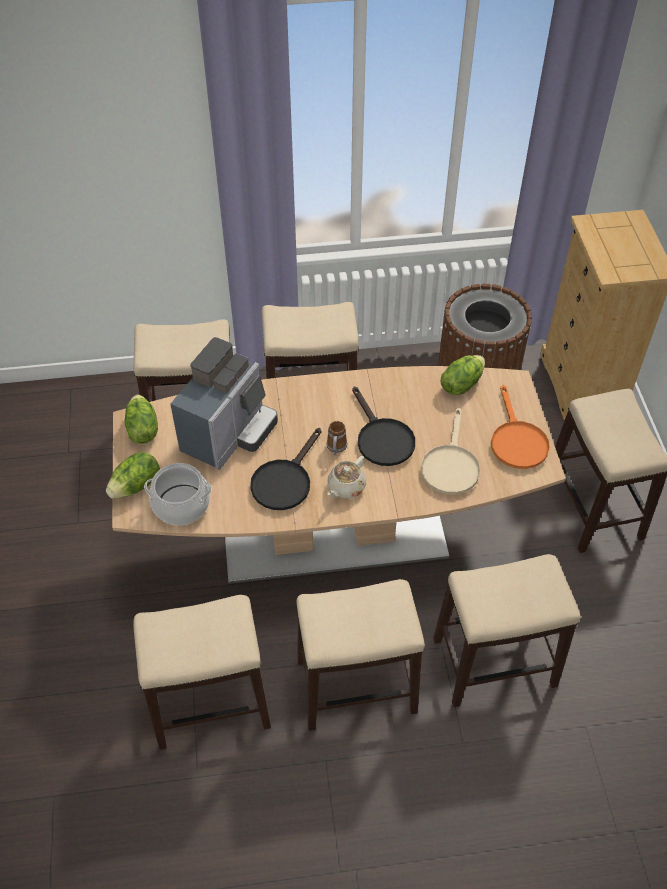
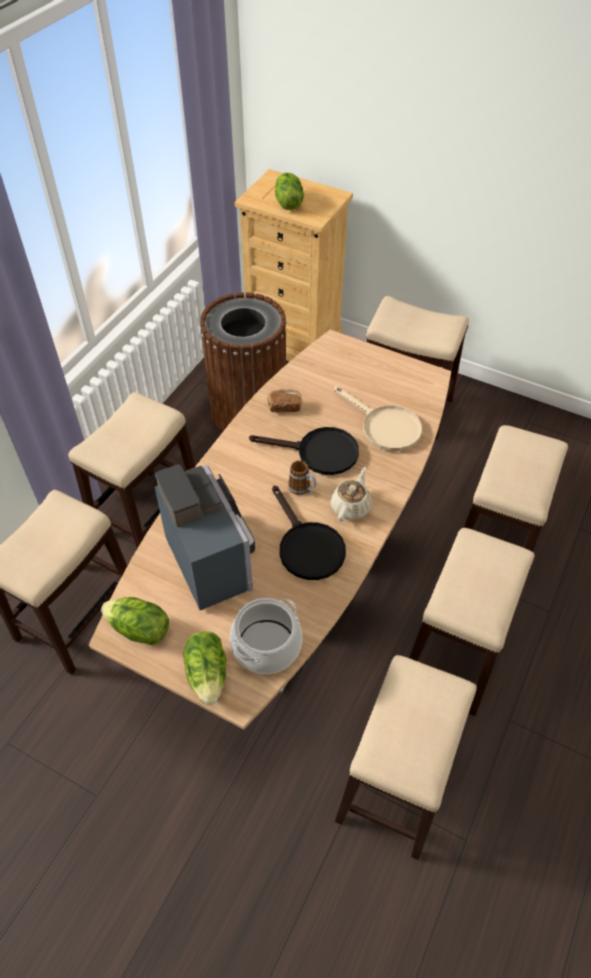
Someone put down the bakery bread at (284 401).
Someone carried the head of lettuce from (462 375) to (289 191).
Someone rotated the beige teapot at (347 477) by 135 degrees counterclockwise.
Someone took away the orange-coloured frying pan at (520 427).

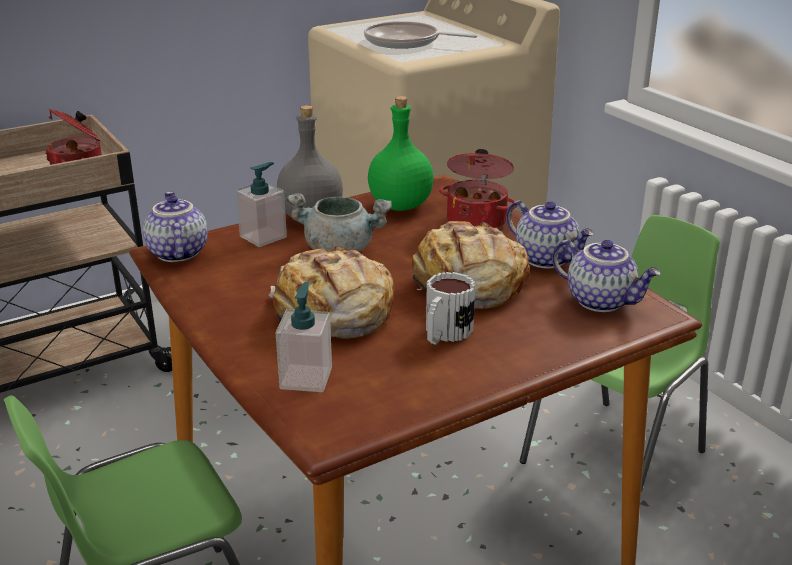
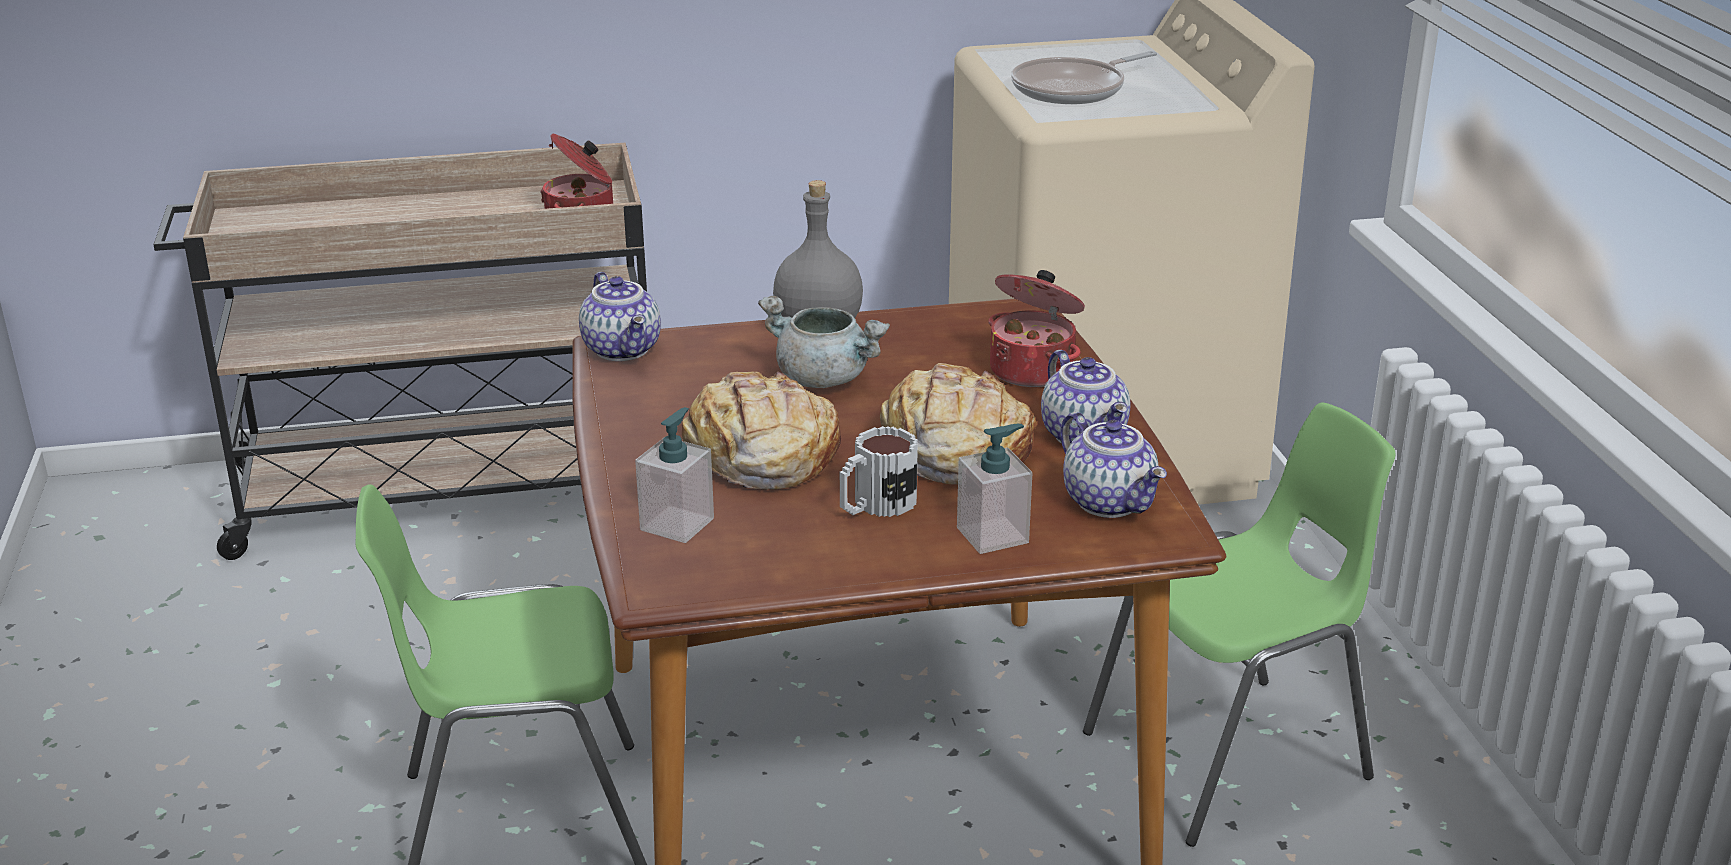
Someone rotated the teapot at (175 227) by 150 degrees clockwise.
Someone carried the liquid soap bottle from (261 204) to (994 489).
Someone rotated the frying pan at (420 35) by 75 degrees counterclockwise.
Someone took away the greenish drink bottle at (401 153).

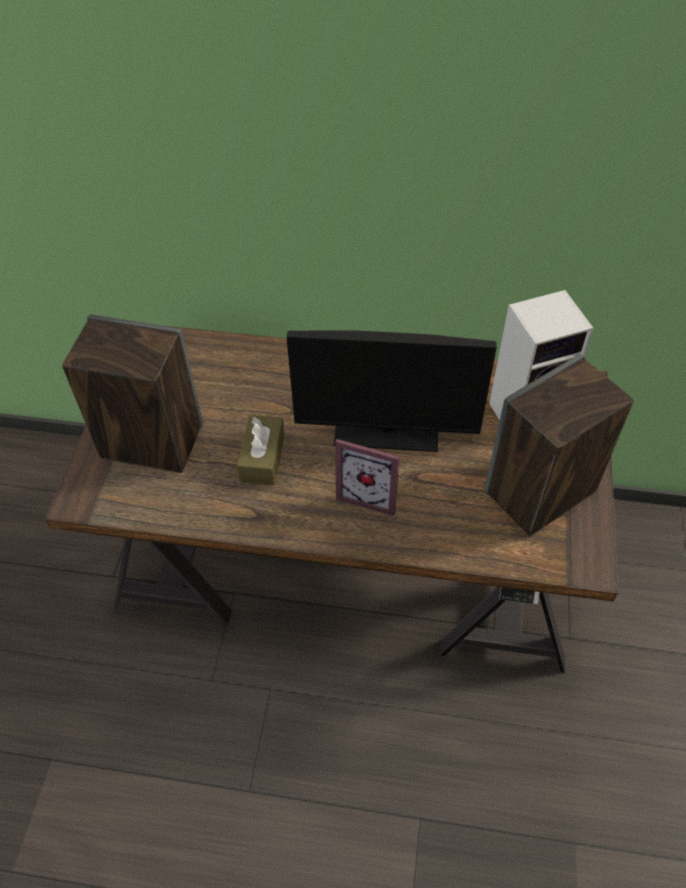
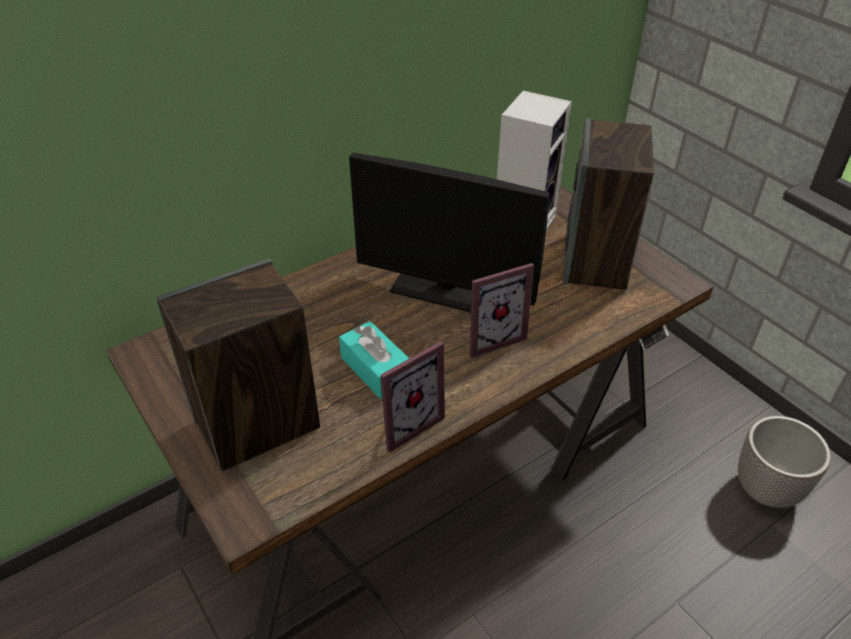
Someone repainted the brown tissue holder at (261 450), which became the turquoise tissue holder at (374 360).
Someone rotated the computer screen at (392 391) by 60 degrees clockwise.
Someone put down the standing frame at (412 397).
Someone put down the planter at (784 462).

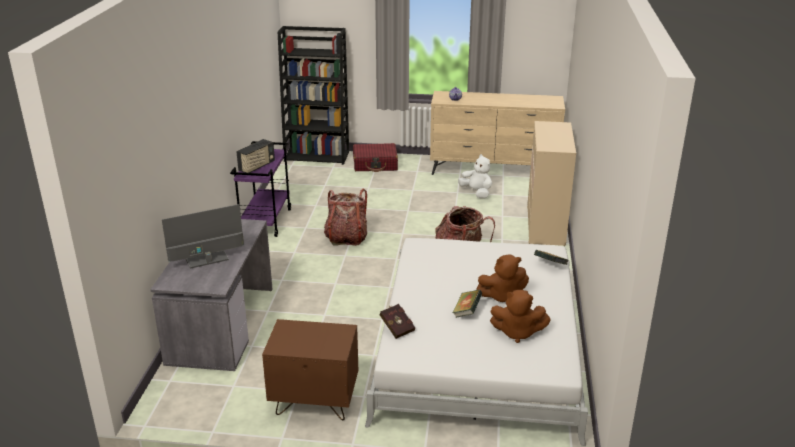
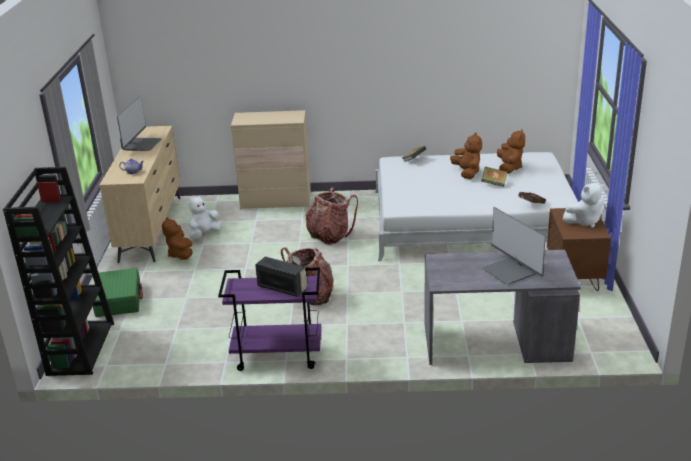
Someone repainted the red piece of luggage at (375 157), which became the greenish piece of luggage at (118 292).
Someone put down the computer screen at (139 123).
Someone put down the brown plush toy at (177 238).
Someone put down the white-coloured plush toy at (584 205).

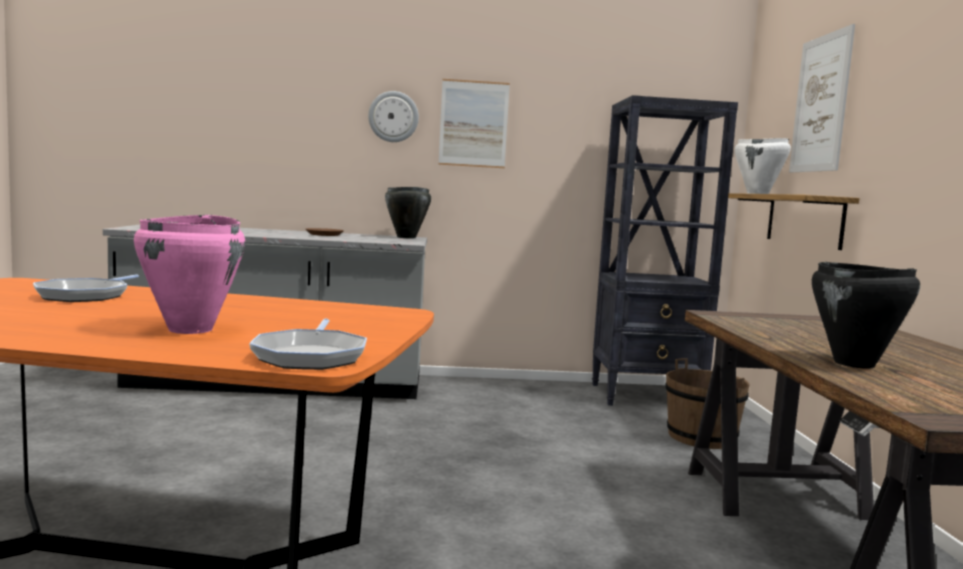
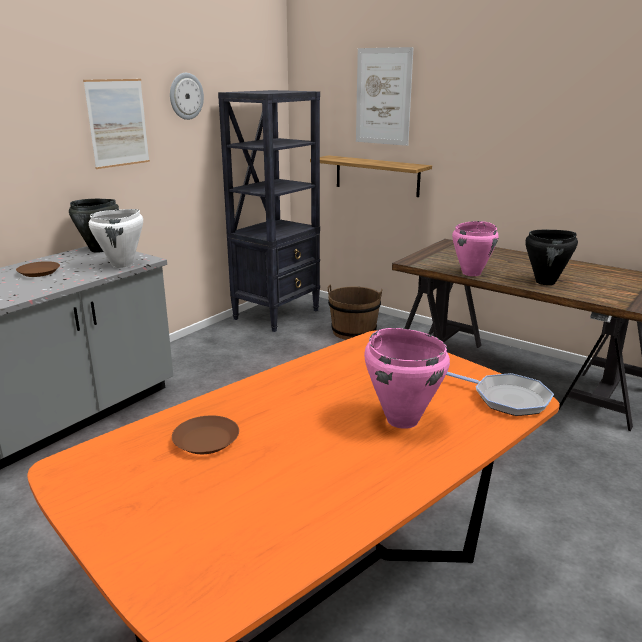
Someone carried the white-coloured cooking pot from (763 166) to (116 238).
Someone carried the wall clock from (393 116) to (187 96).
Someone swapped the frying pan at (86 288) for the brown plate at (205 434).
Someone put down the pink cooking pot at (475 248).

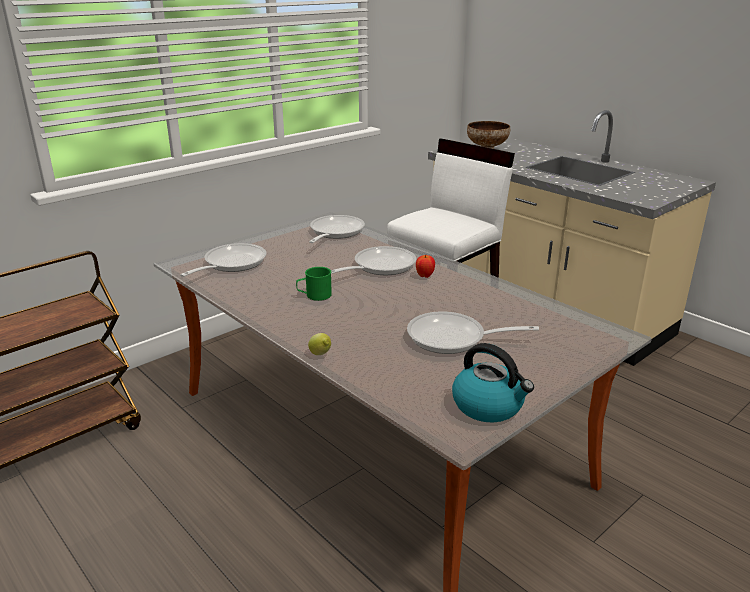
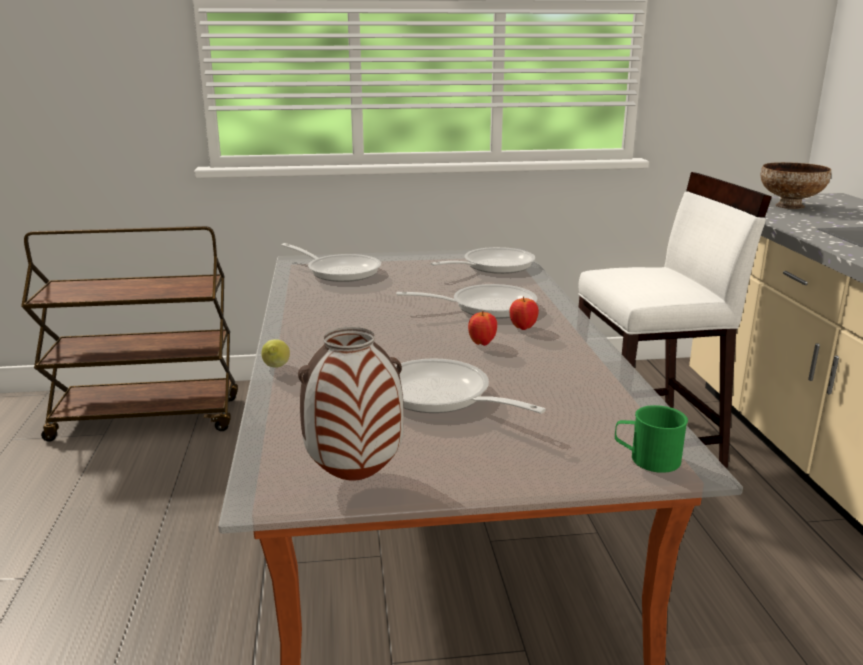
Someone rotated the frying pan at (223 260) by 60 degrees clockwise.
Someone swapped the kettle at (493 382) for the decorative vase at (351 404).
Someone put down the apple at (482 328).
Someone carried the greenish tea mug from (314 284) to (651 439).

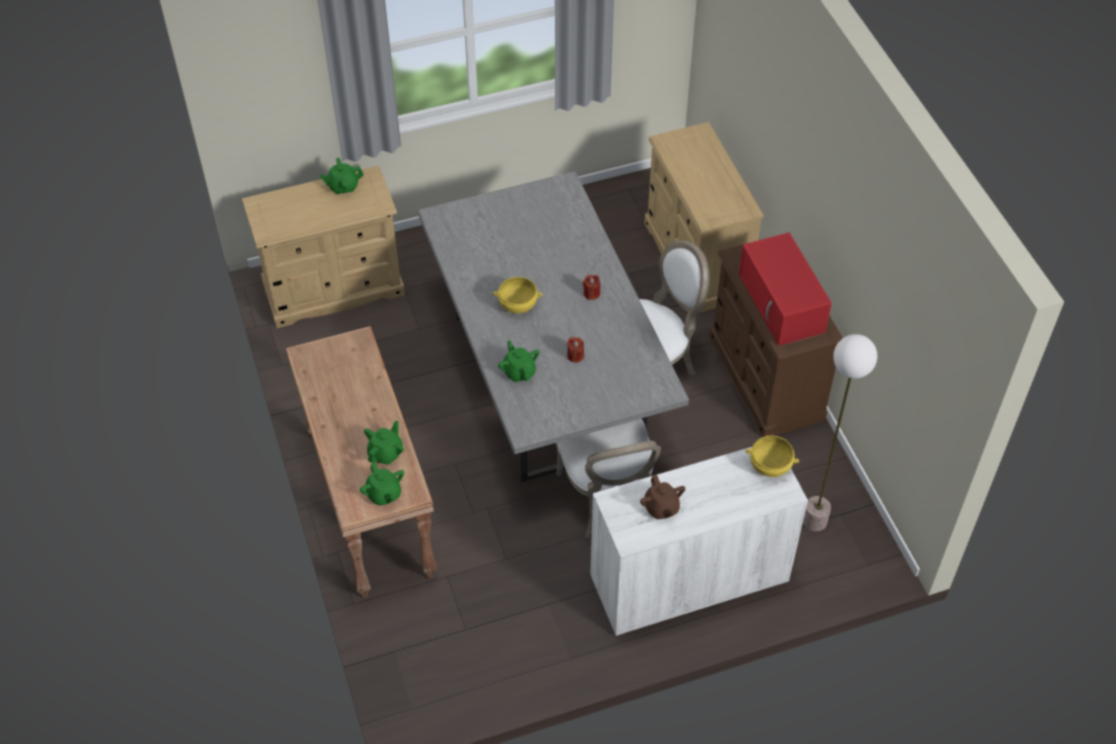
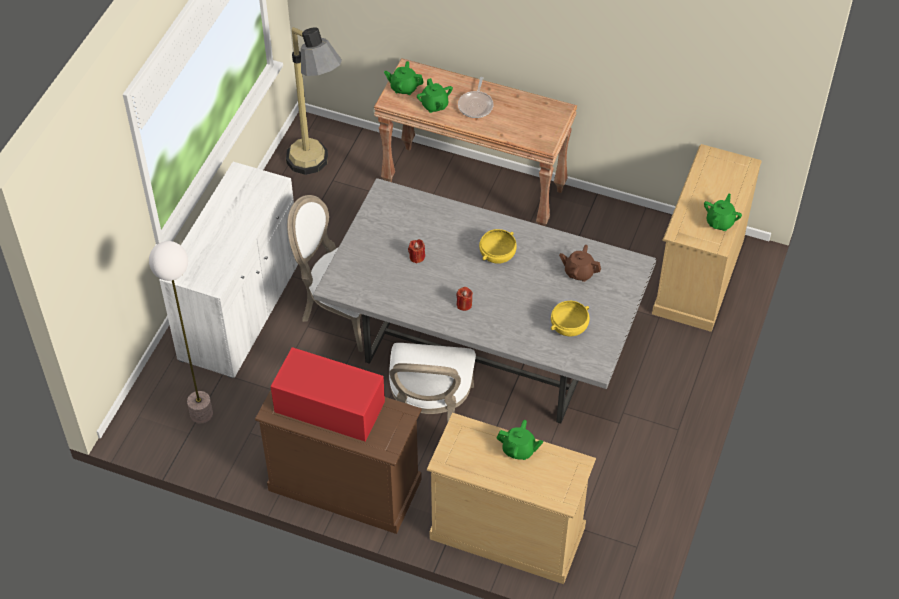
Someone put down the standing lamp at (314 101).
Someone put down the frying pan at (476 97).
Someone carried the greenish teapot from (519 361) to (519 440).
Someone carried the yellow serving bowl from (772 456) to (570 319).
Someone carried the brown teapot from (663 497) to (580 263).

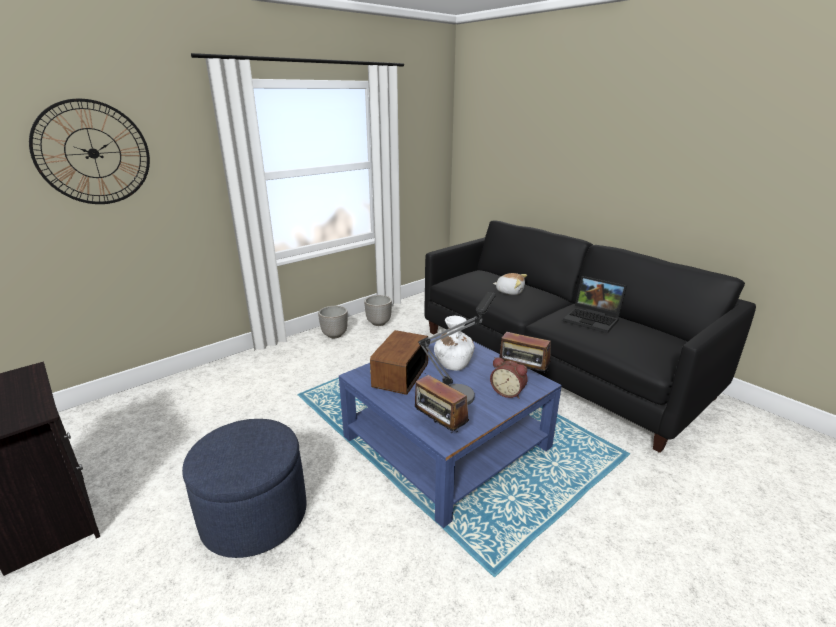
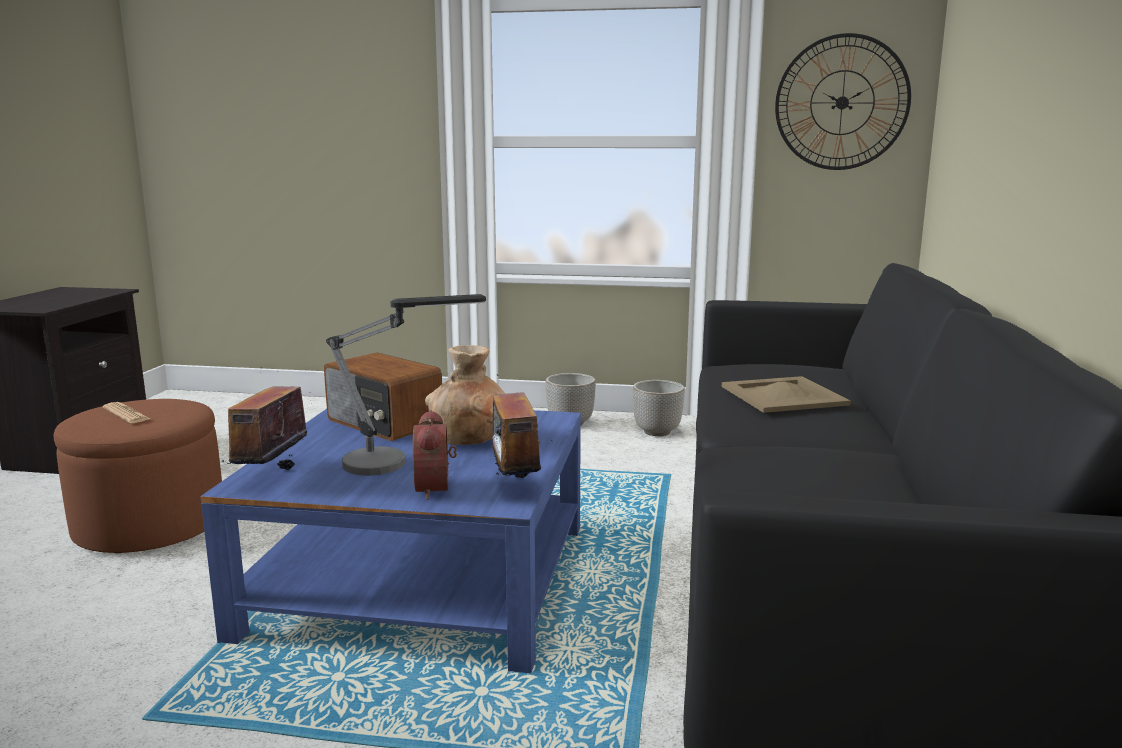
Someone repainted the blue ottoman at (244 488), which became the brown ottoman at (138 476).
Someone put down the printed paper at (126 412).
Someone rotated the radio at (399 362) by 120 degrees counterclockwise.
Someone repainted the white-coloured decorative vase at (454 343), which became the brown decorative vase at (465 395).
Someone swapped the plush toy at (510 284) for the beige carrying tray at (786 394).
Someone carried the wall clock from (89 151) to (843 101).
Someone took away the notebook computer at (595 305).

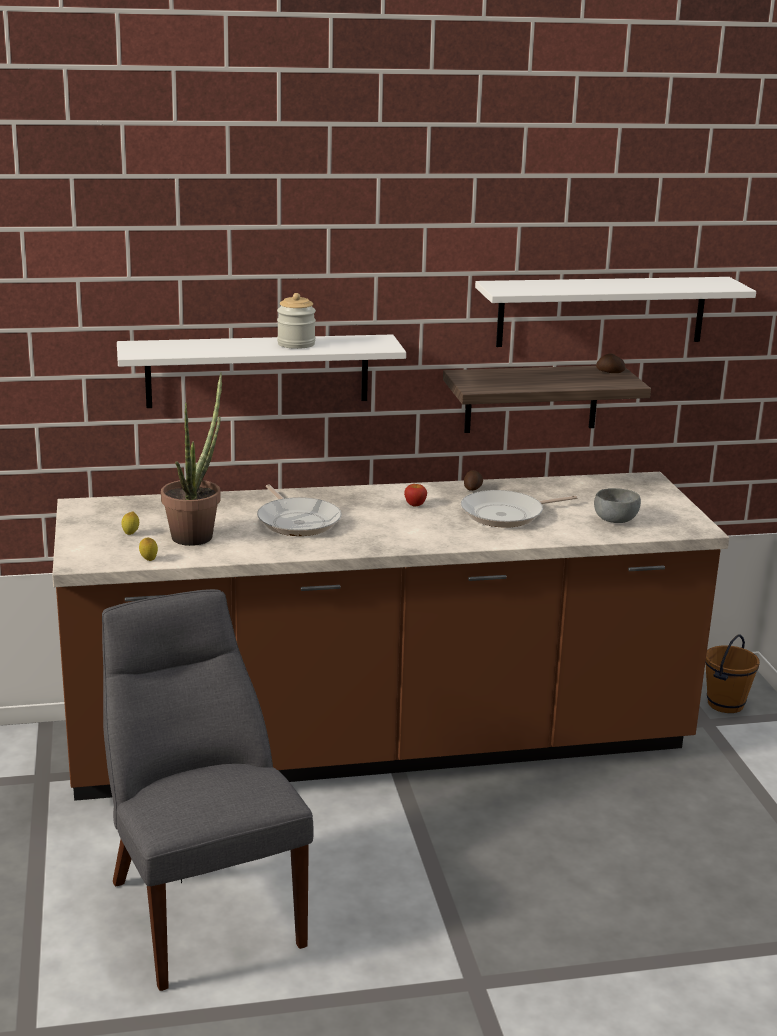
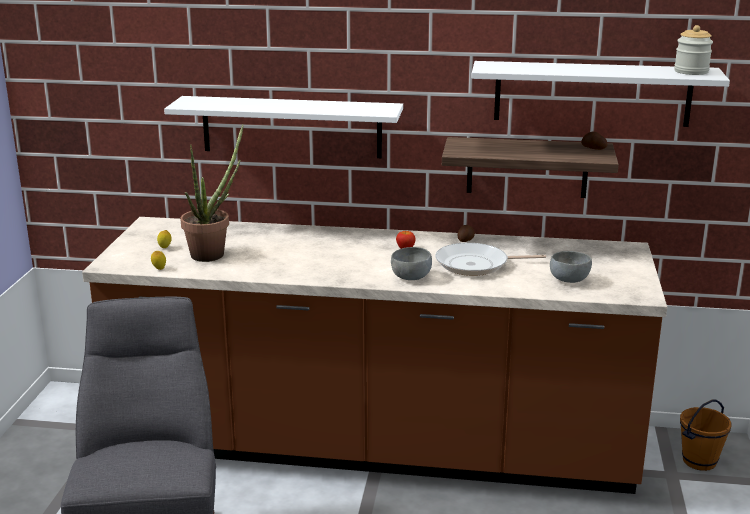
Someone put down the grey serving bowl at (411 263).
Someone carried the jar from (296 321) to (693 50).
Someone took away the frying pan at (299 510).

